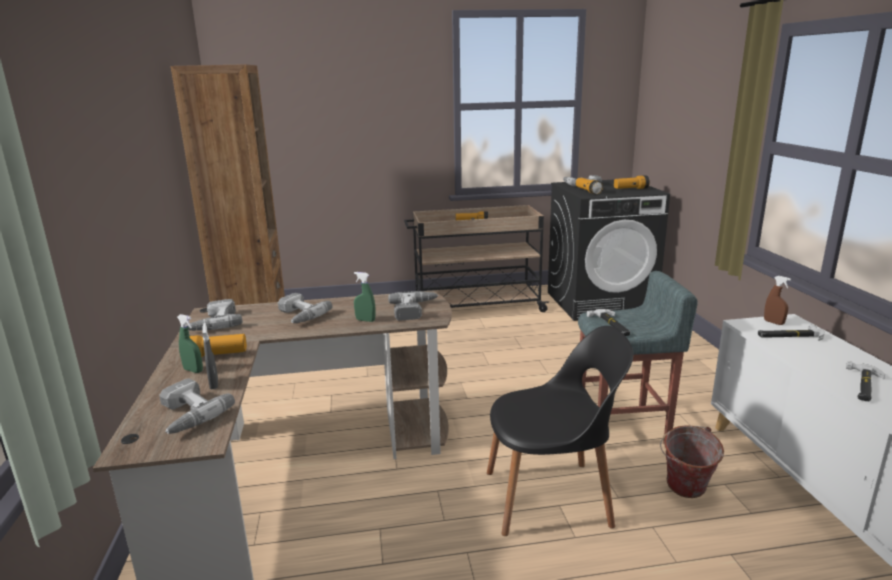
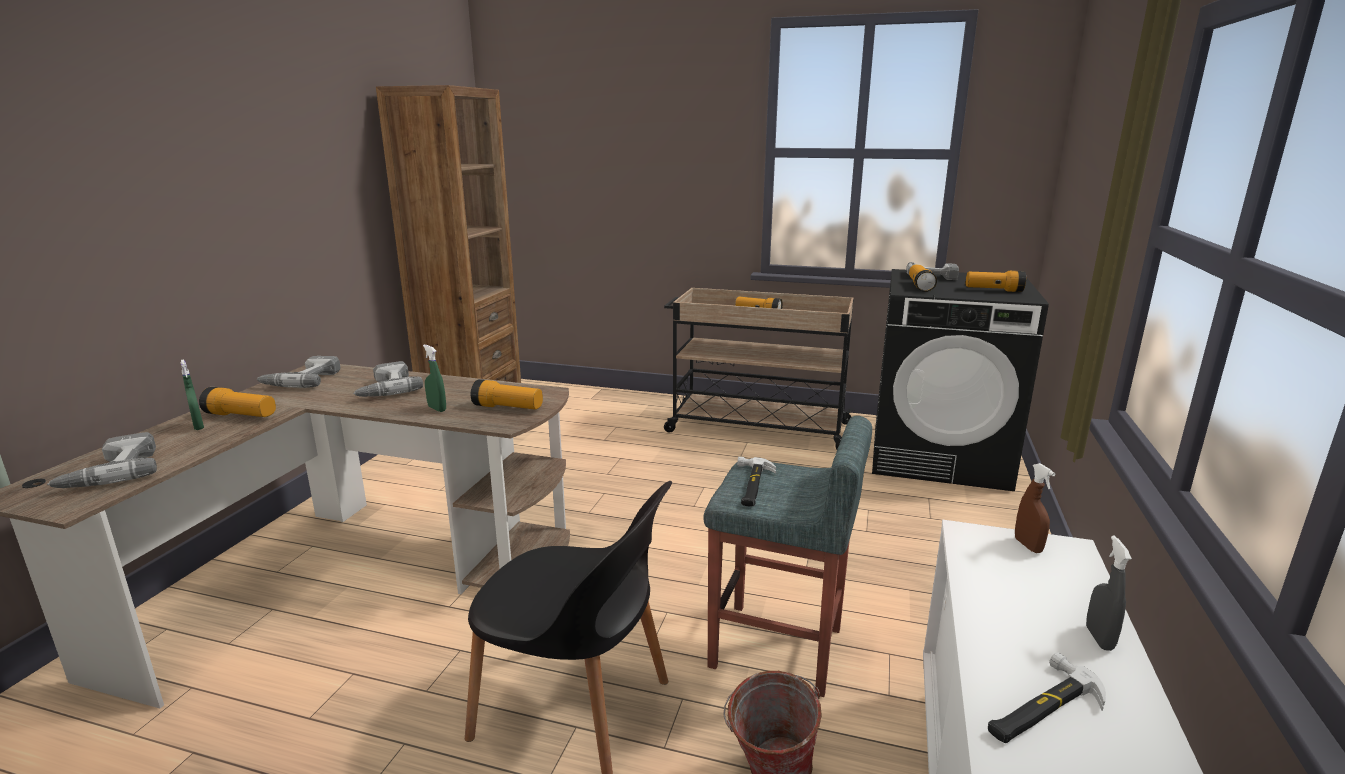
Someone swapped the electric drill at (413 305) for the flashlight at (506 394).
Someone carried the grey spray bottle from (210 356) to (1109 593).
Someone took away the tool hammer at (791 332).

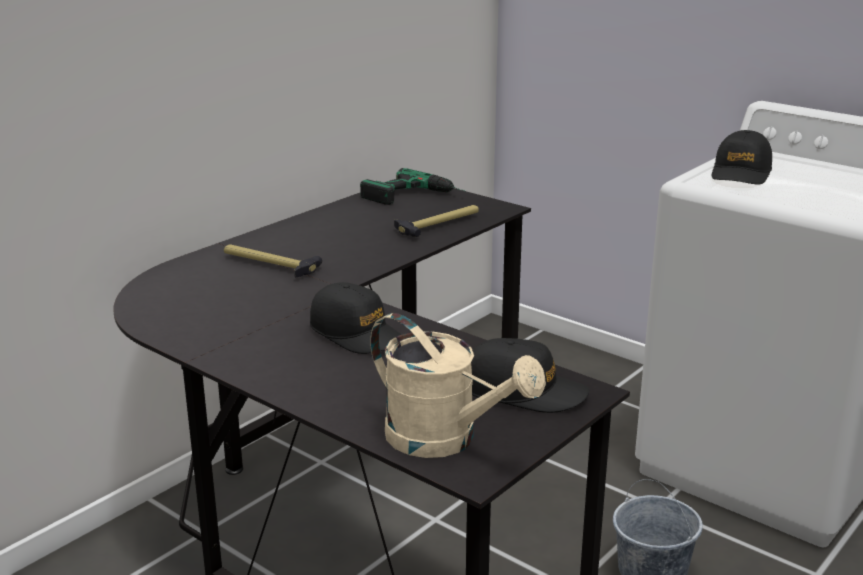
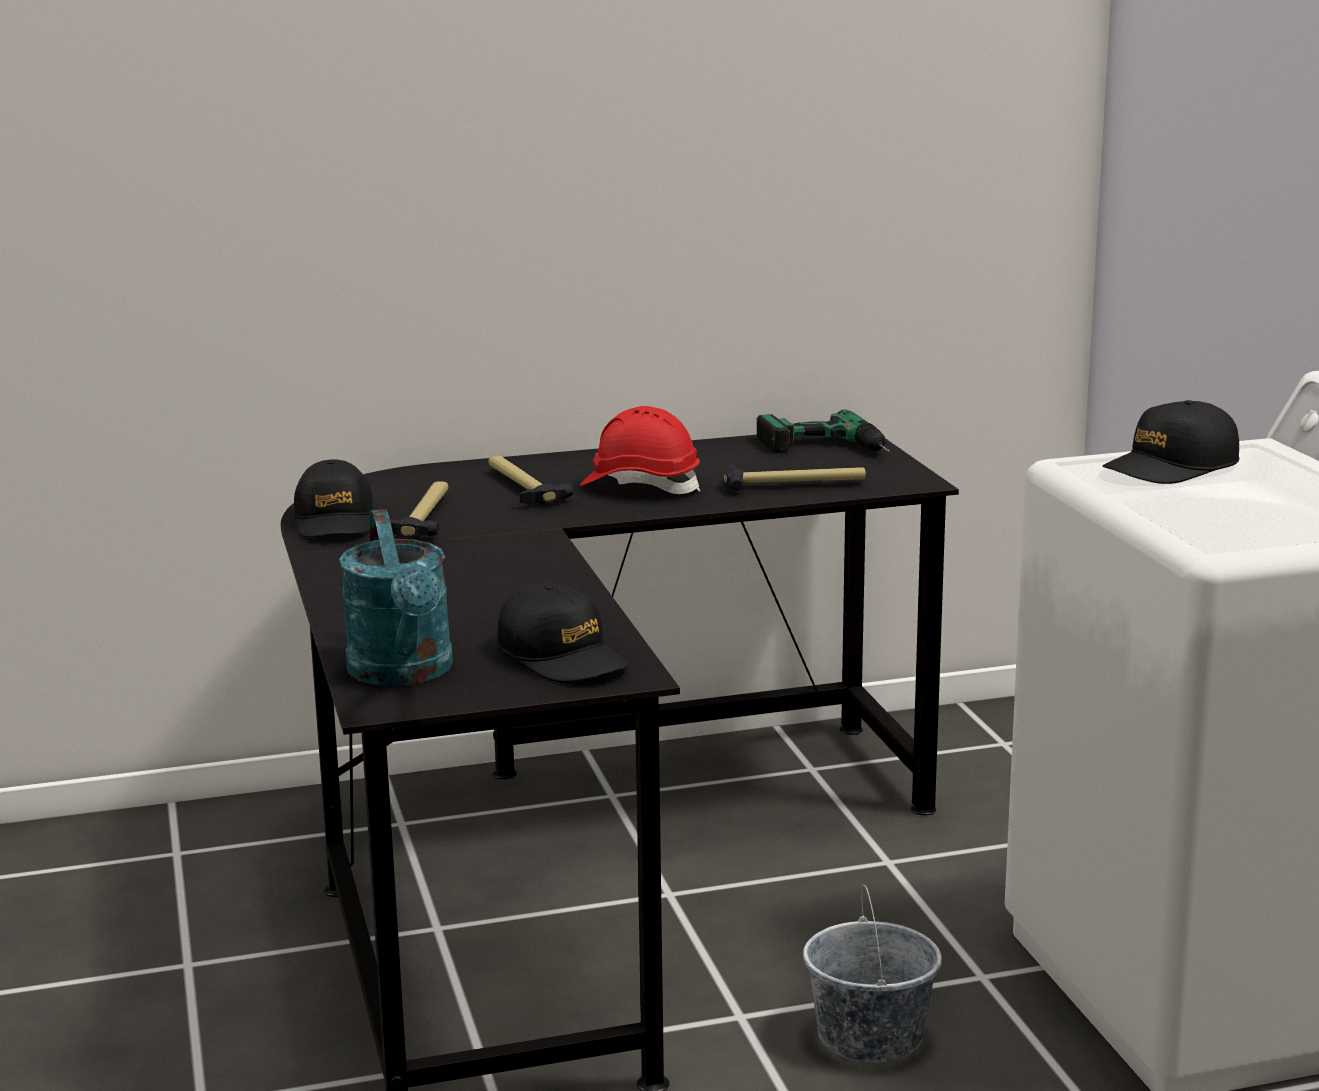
Someone carried the blackish peaked cap from (356 318) to (334 498).
Someone repainted the beige watering can at (458 385), which became the turquoise watering can at (396 597).
Someone put down the tool hammer at (419 510).
Someone put down the red hard hat at (640 450).

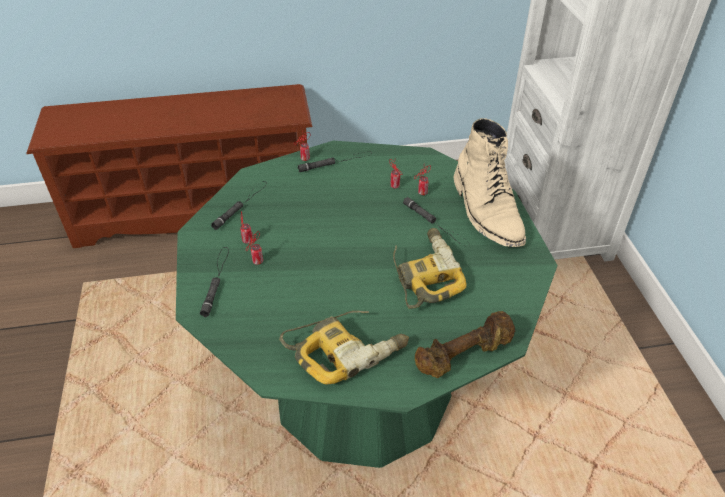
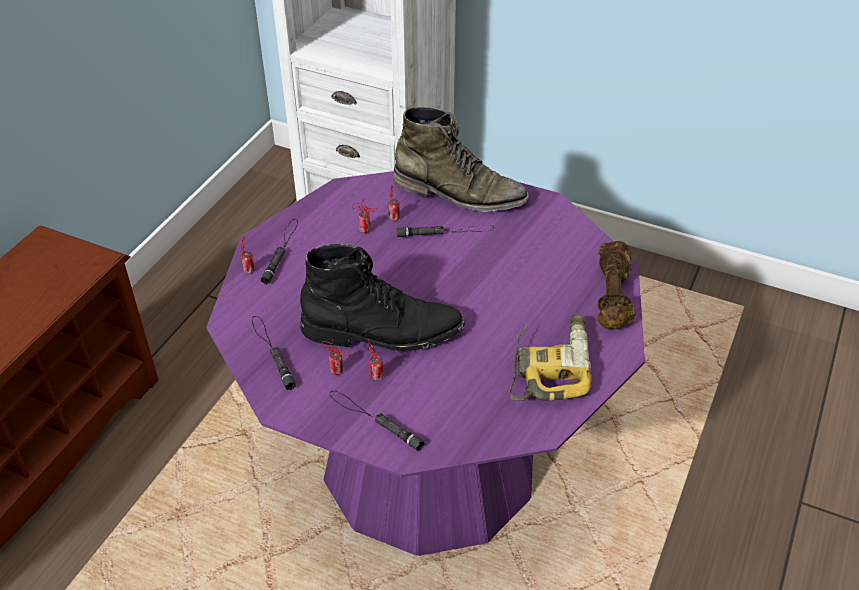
Someone repainted the greenish dining table at (367 304), which became the purple-coloured dining table at (425 363).
Someone put down the blackish boot at (382 297).
Someone repainted the beige boot at (490 182), which became the greenish boot at (461 159).
Someone took away the electric drill at (430 268).

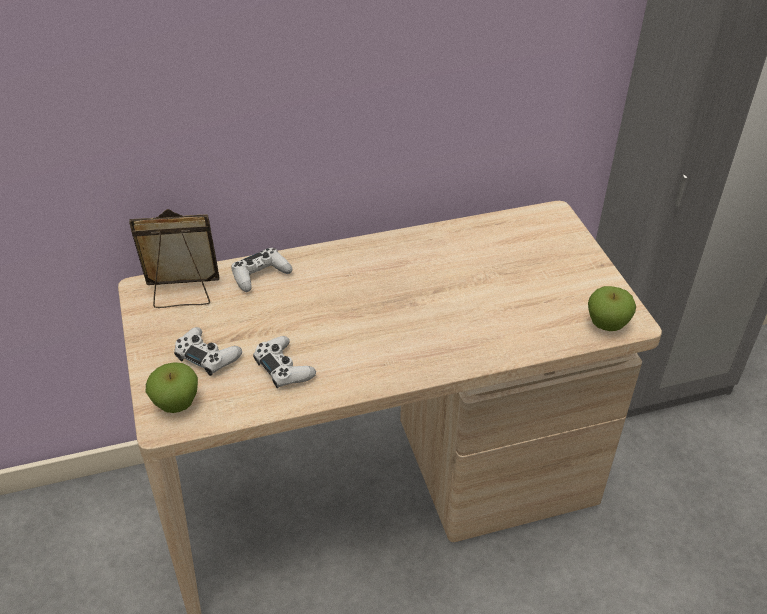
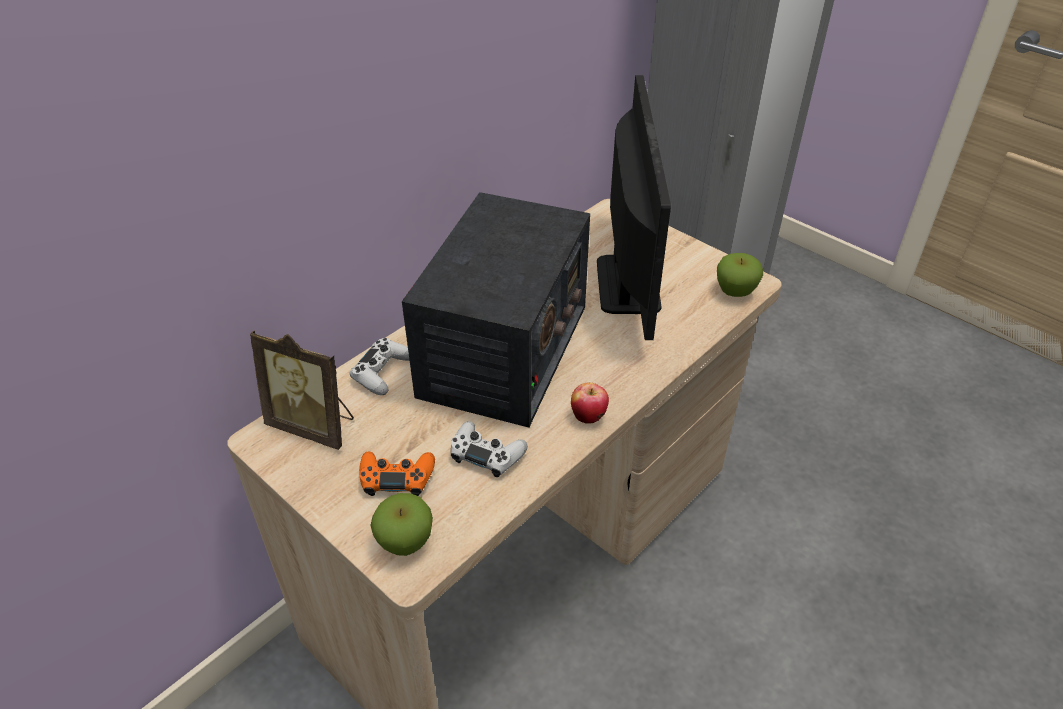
Someone rotated the standing frame at (174 258) by 120 degrees counterclockwise.
Someone repainted the white-coloured joypad at (208 351), which became the orange-coloured joypad at (397 473).
Someone put down the radio at (496 310).
Someone put down the apple at (590 403).
Someone put down the computer screen at (634 207).

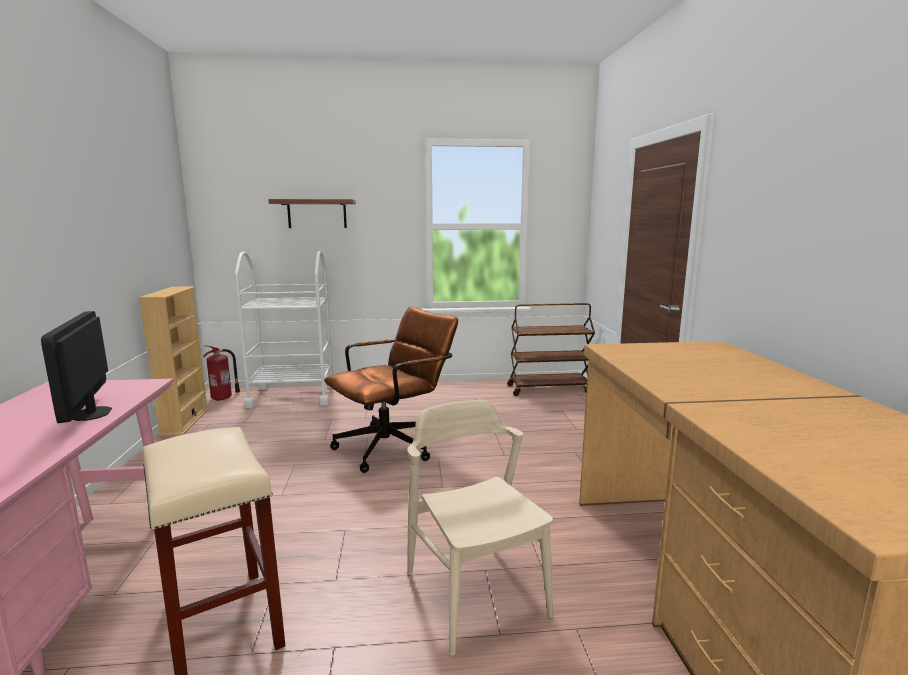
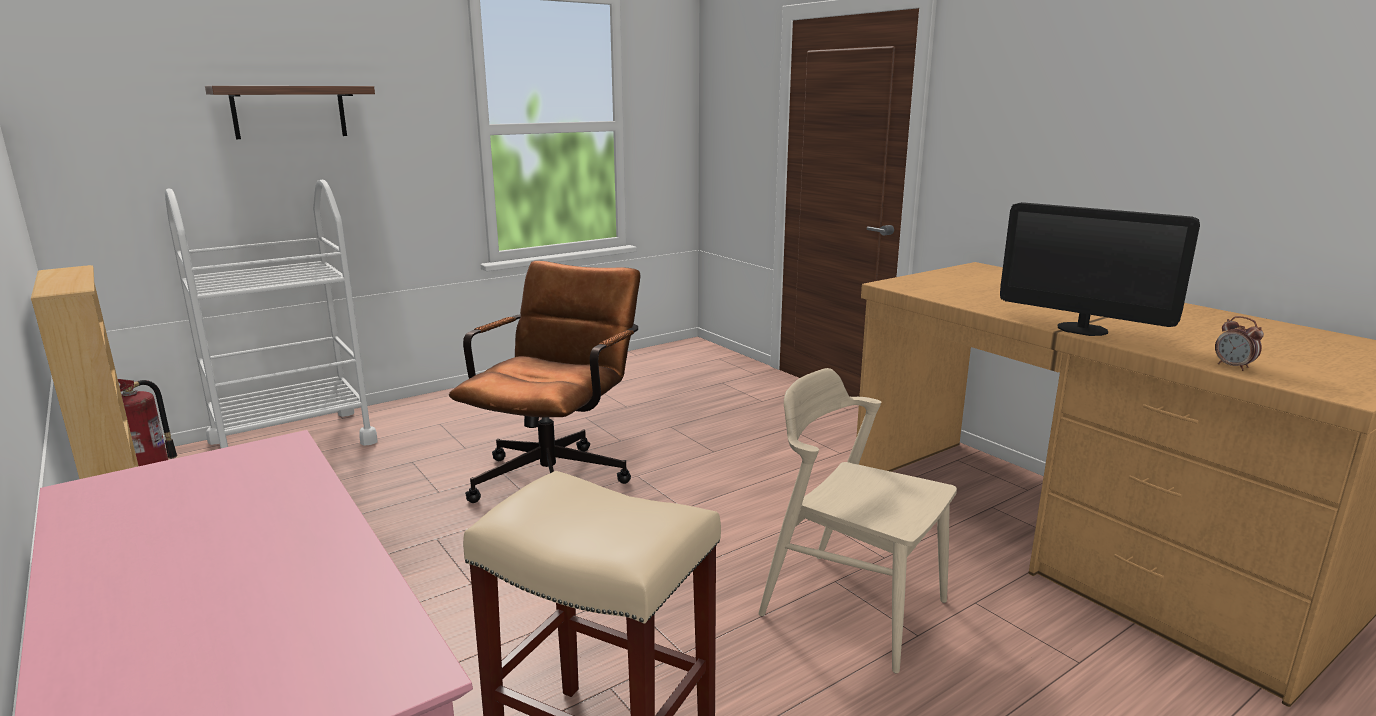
Someone carried the computer screen from (76 367) to (1100 269).
Someone put down the table clock at (1239 343).
Someone took away the brown cart at (551 349).

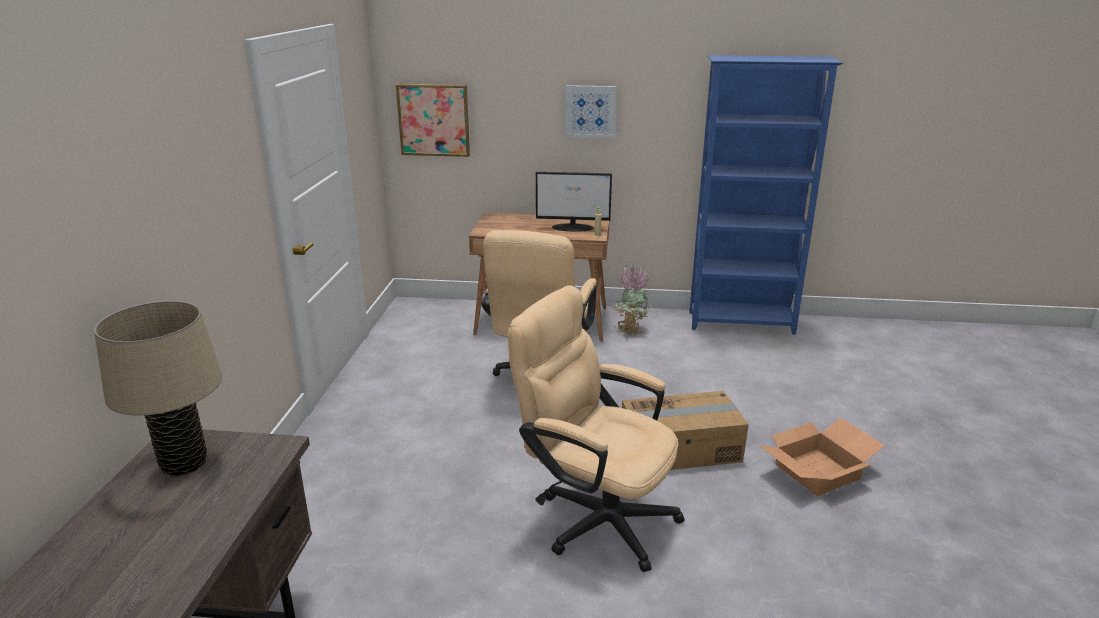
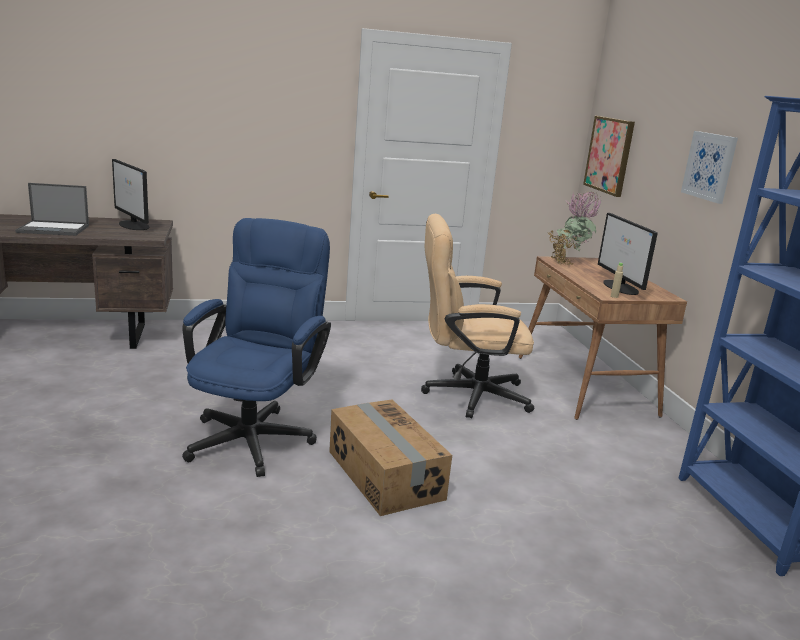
Someone put down the notebook computer at (52 209).
Someone swapped the beige lamp for a table at (158 388) for the computer screen at (130 194).
Someone repainted the beige desk chair at (596 428), which became the blue desk chair at (256 347).
Someone carried the plant in a pot from (631 300) to (574 228).
Someone took away the packing box at (822 457).

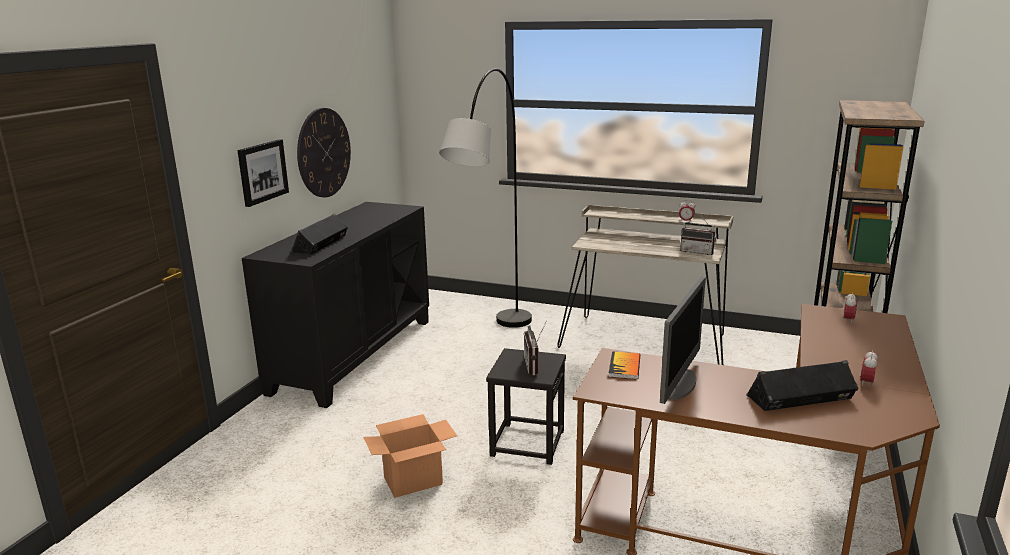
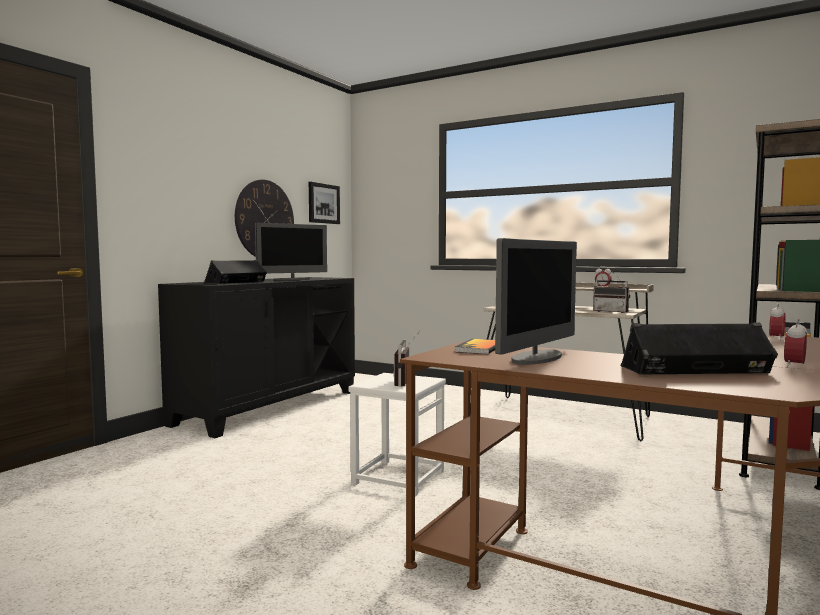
Someone put down the computer screen at (291 251).
Someone carried the wall art from (263 173) to (324 203).
Someone repainted the blackish stool at (526 406), which became the white-coloured stool at (397 435).
Someone took away the packing box at (410 456).
Someone took away the grey standing lamp at (485 198).

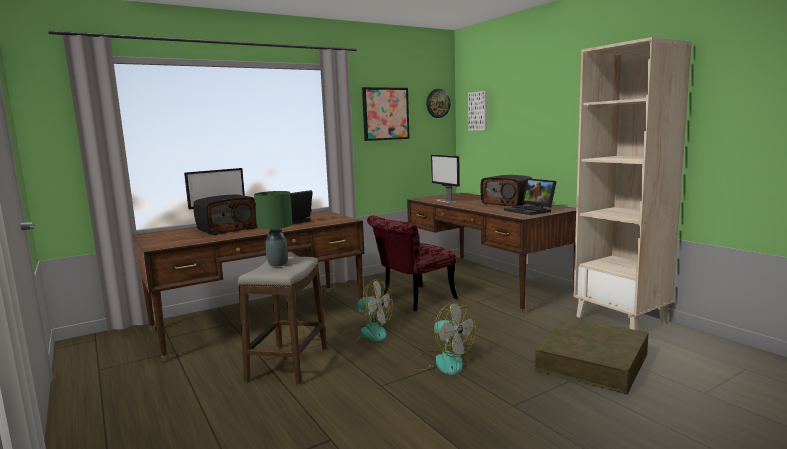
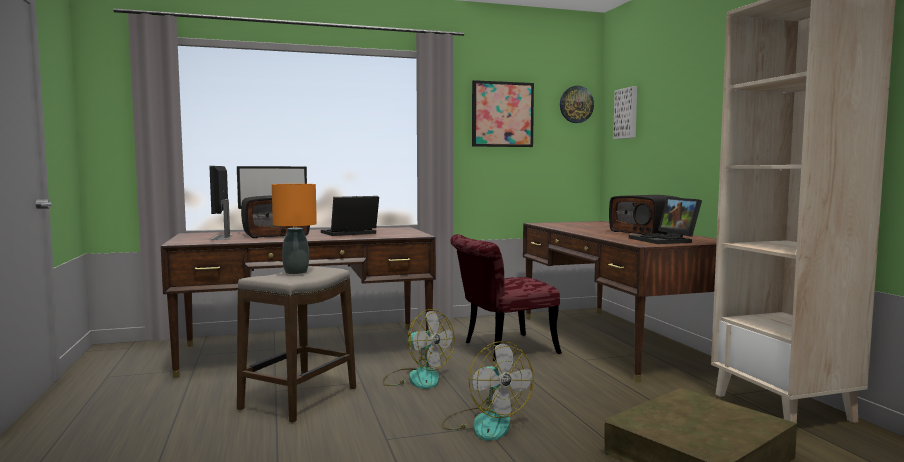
Someone carried the computer screen from (445 179) to (220 203).
Someone repainted the greenish lamp for a table at (273 229), which became the orange-coloured lamp for a table at (294 229).

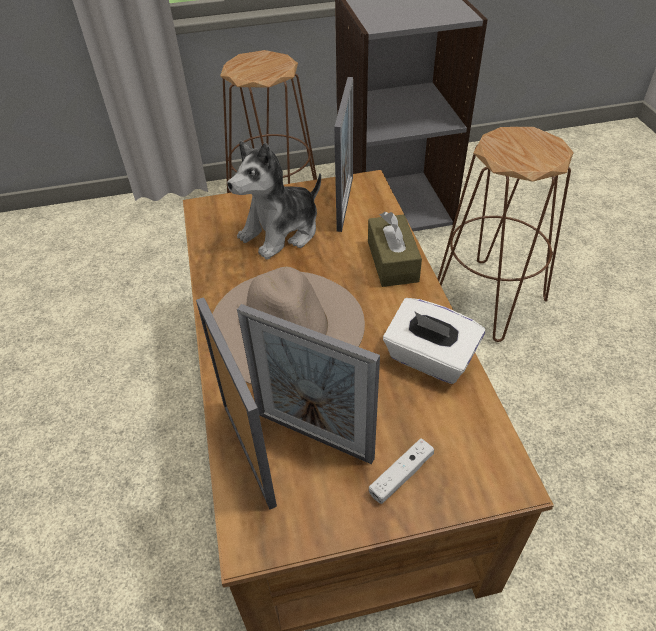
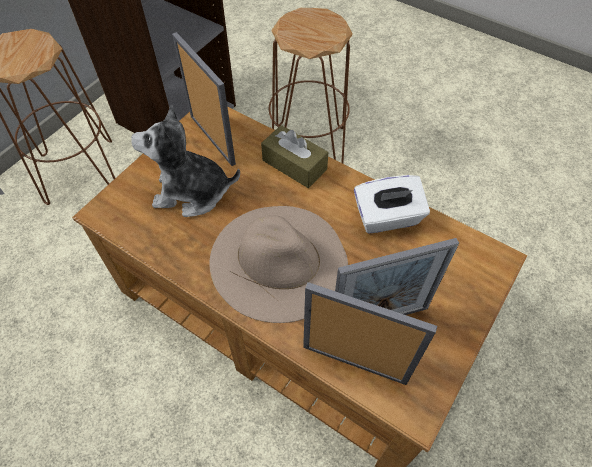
Someone rotated the plush toy at (274 200) by 90 degrees clockwise.
Someone took away the white-coloured joypad at (401 471).

